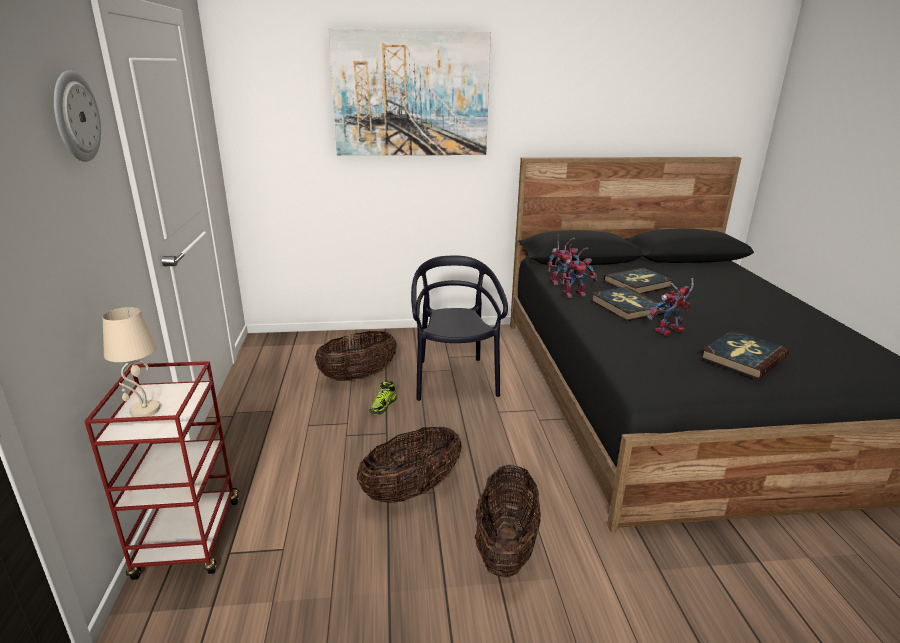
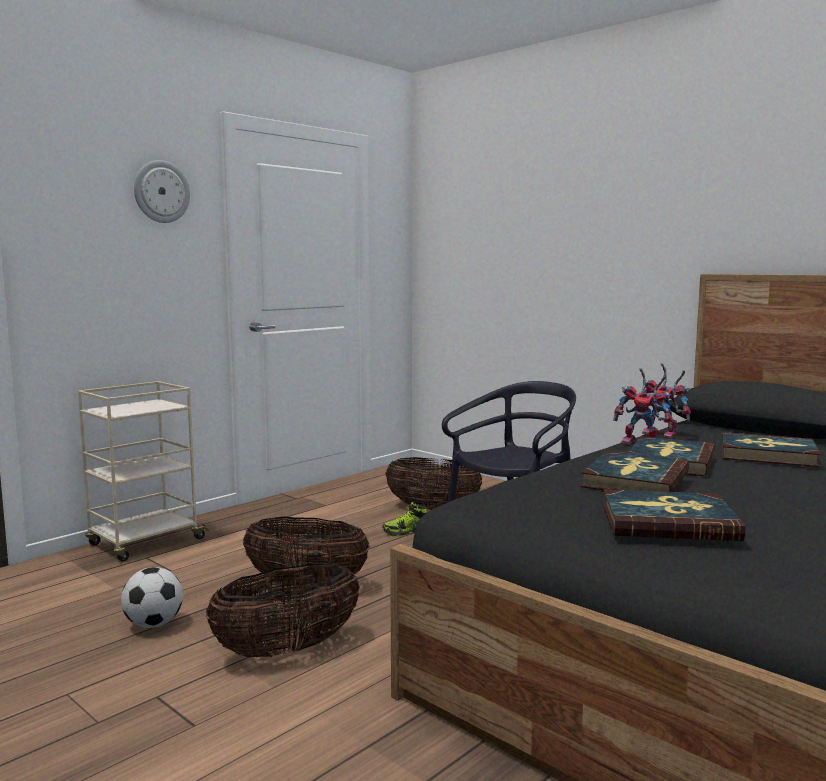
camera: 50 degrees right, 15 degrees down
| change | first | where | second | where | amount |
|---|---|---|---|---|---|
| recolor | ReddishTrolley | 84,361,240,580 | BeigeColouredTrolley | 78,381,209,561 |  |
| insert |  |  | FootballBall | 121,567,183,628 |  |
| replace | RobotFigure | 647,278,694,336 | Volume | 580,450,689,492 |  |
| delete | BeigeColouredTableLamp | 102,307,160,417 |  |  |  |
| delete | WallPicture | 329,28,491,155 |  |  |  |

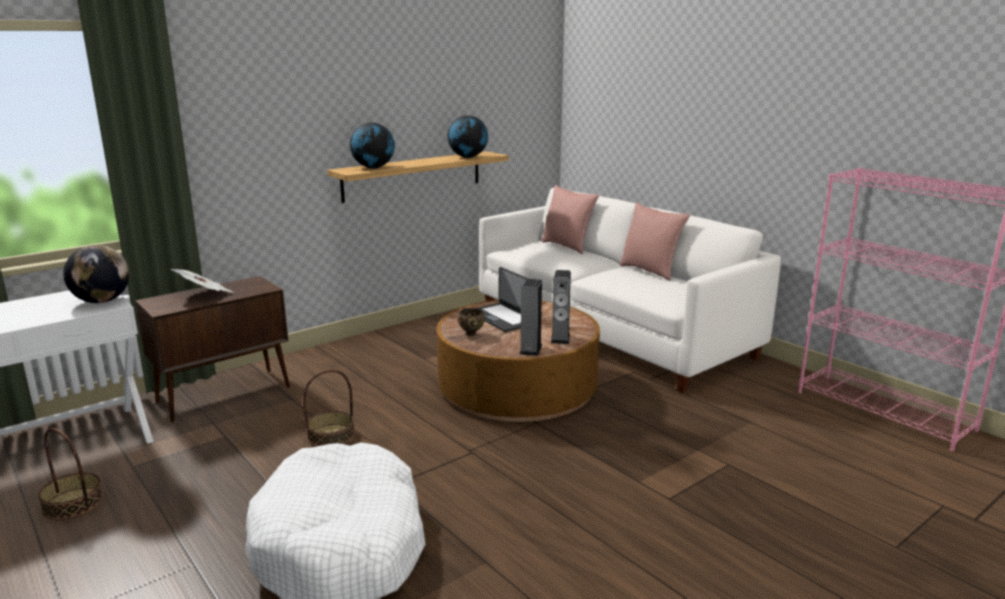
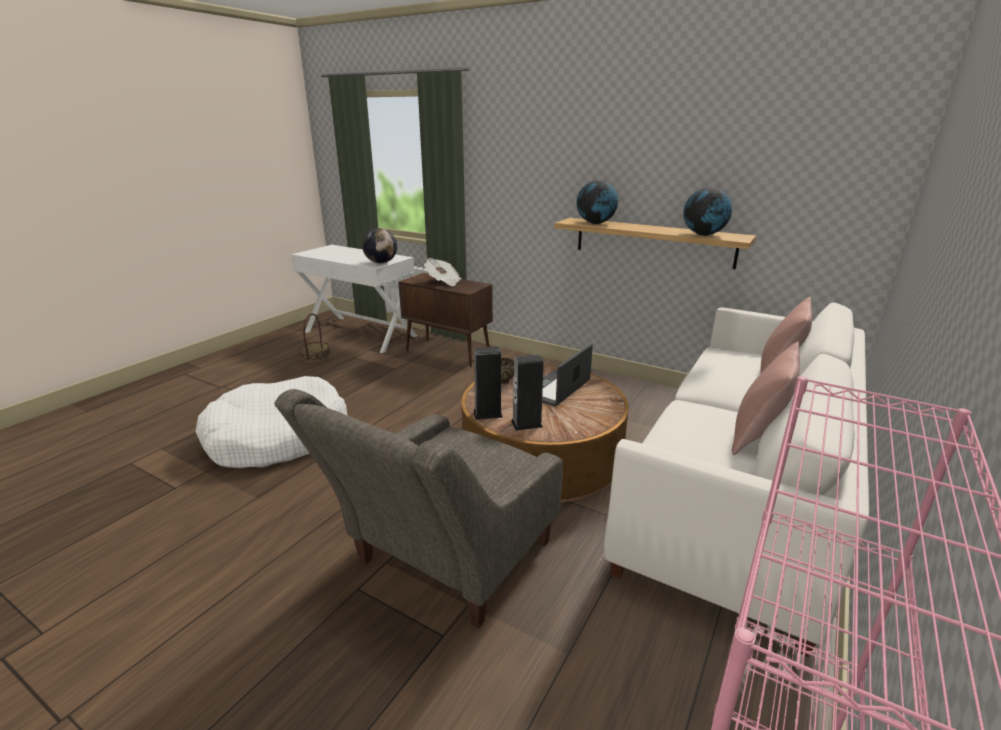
camera: 70 degrees right, 5 degrees up
| change | first | where | second | where | amount |
|---|---|---|---|---|---|
| insert |  |  | GreyishLoungeChair | 275,389,563,628 |  |
| delete | HouseholdBasket | 303,369,355,447 |  |  |  |

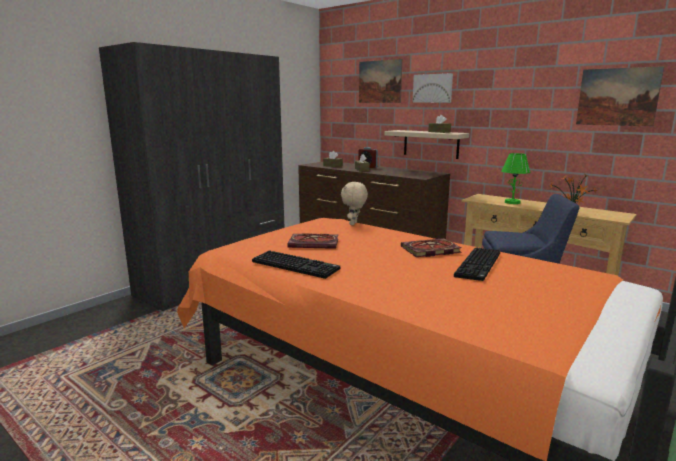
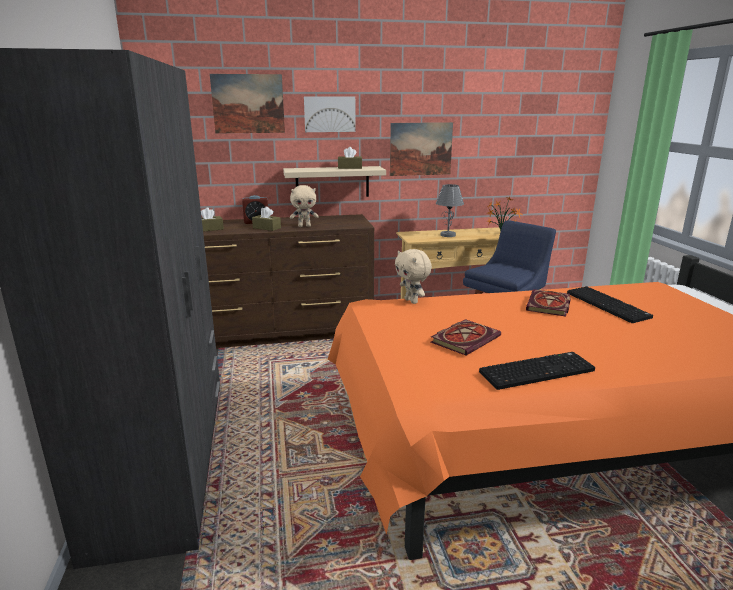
camera: 50 degrees left, 5 degrees up
| change | first | where | second | where | amount |
|---|---|---|---|---|---|
| insert |  |  | BeigeColouredCuddlyToy | 290,185,319,227 |  |
| move | WallPicture | 576,66,664,127 |  | 390,122,453,176 |  |
| recolor | GreenishTableLamp | 502,153,530,204 | GreyishTableLamp | 436,184,464,237 |  |

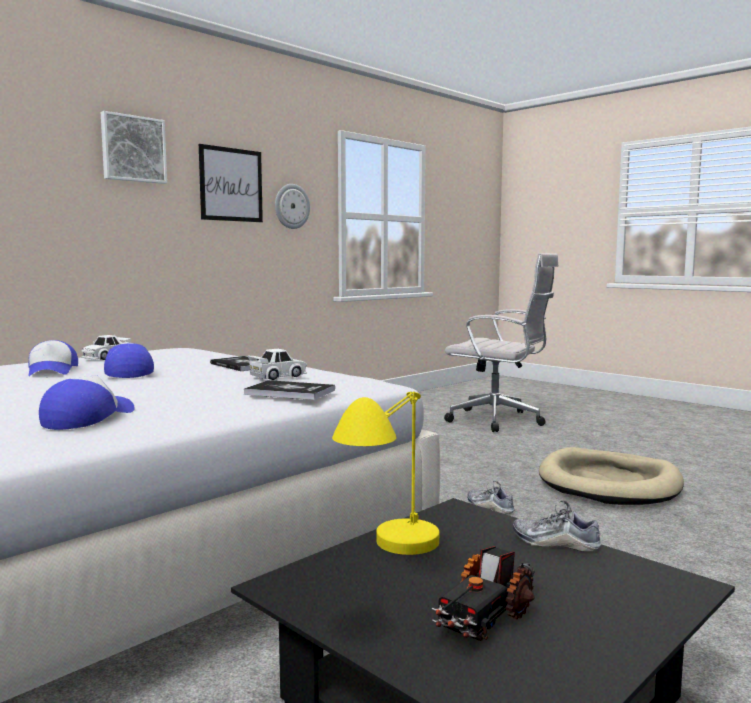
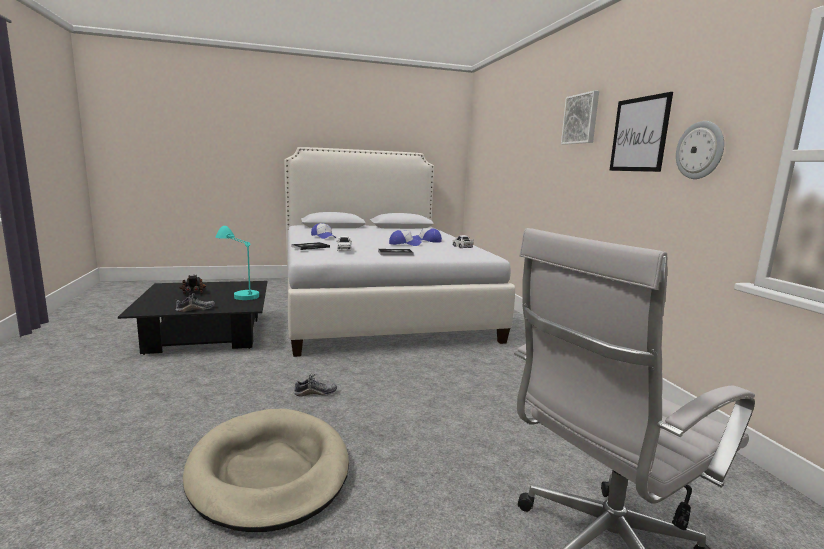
camera: 120 degrees right, 5 degrees up
| change | first | where | second | where | amount |
|---|---|---|---|---|---|
| recolor | YellowishTableLamp | 332,391,439,555 | BlueGreenTableLamp | 215,226,259,300 |  |

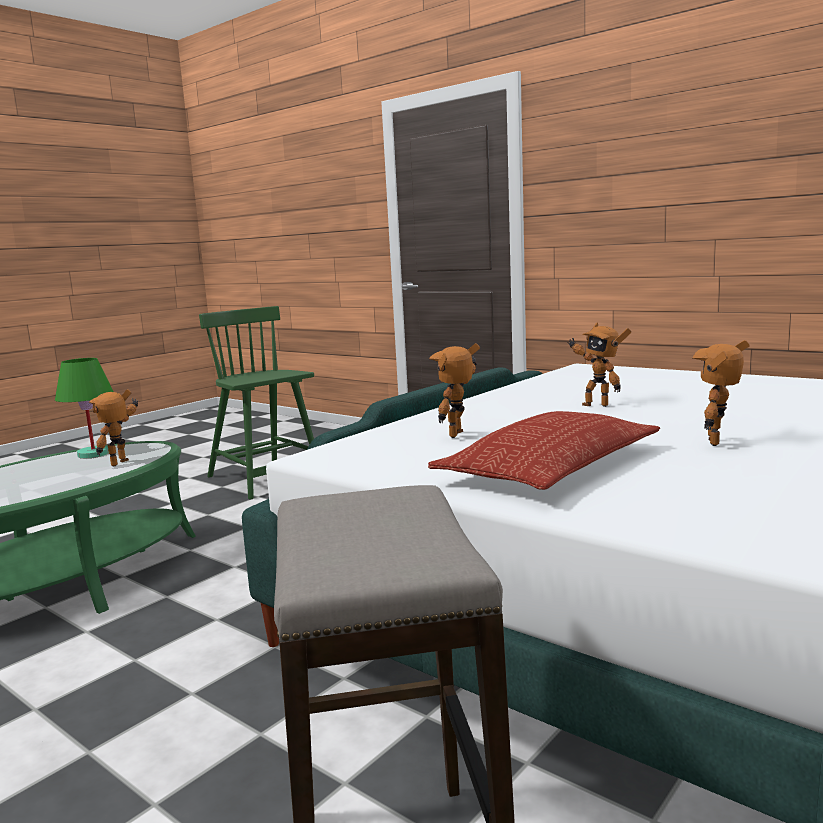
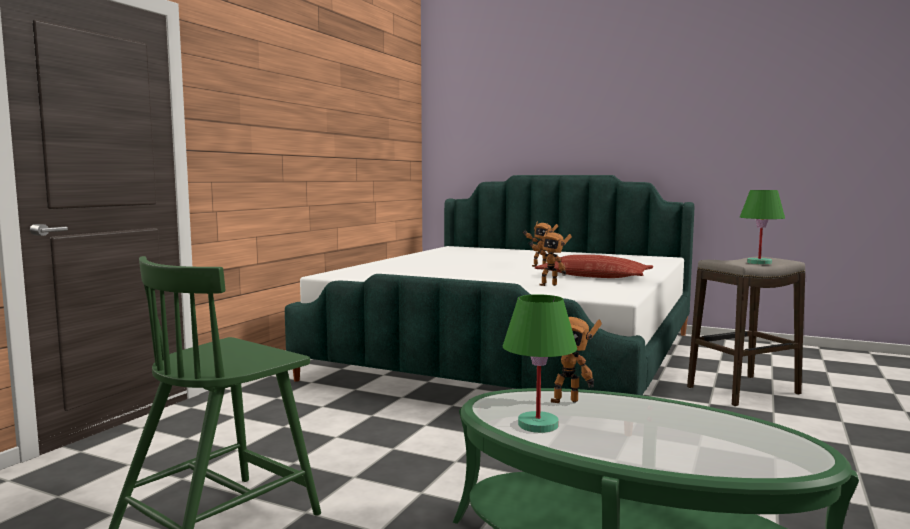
camera: 105 degrees left, 5 degrees down
| change | first | where | second | where | amount |
|---|---|---|---|---|---|
| insert |  |  | GreenishTableLamp | 740,190,785,264 |  |
| delete | RobotFigure | 567,323,631,407 |  |  |  |

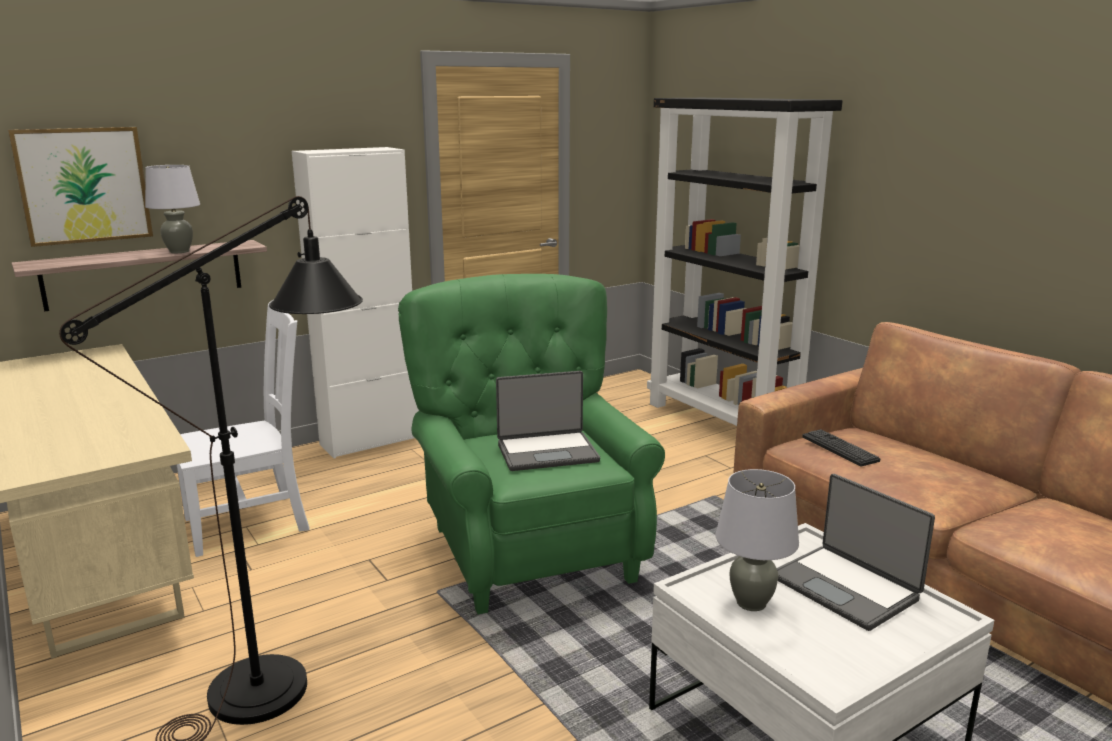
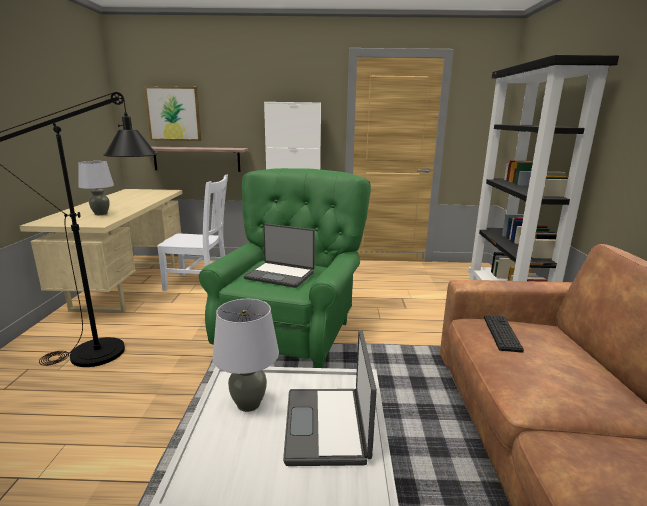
camera: 35 degrees right, 0 degrees up
| change | first | where | second | where | amount |
|---|---|---|---|---|---|
| move | GreyishTableLamp | 145,165,200,253 |  | 79,161,114,215 |  |

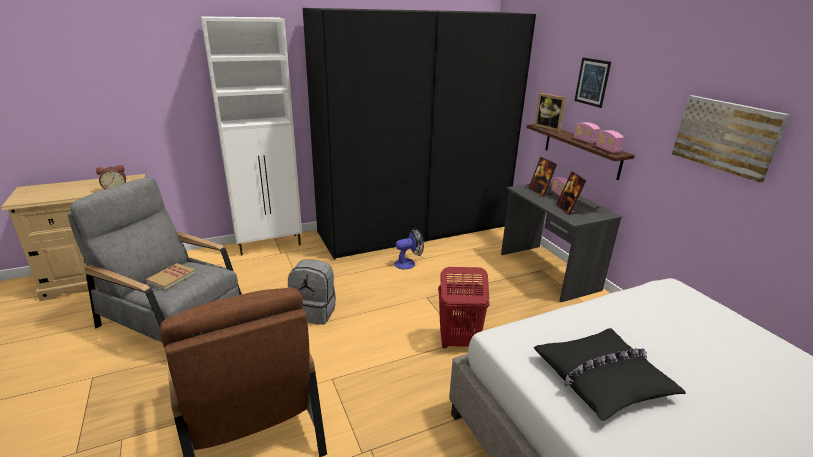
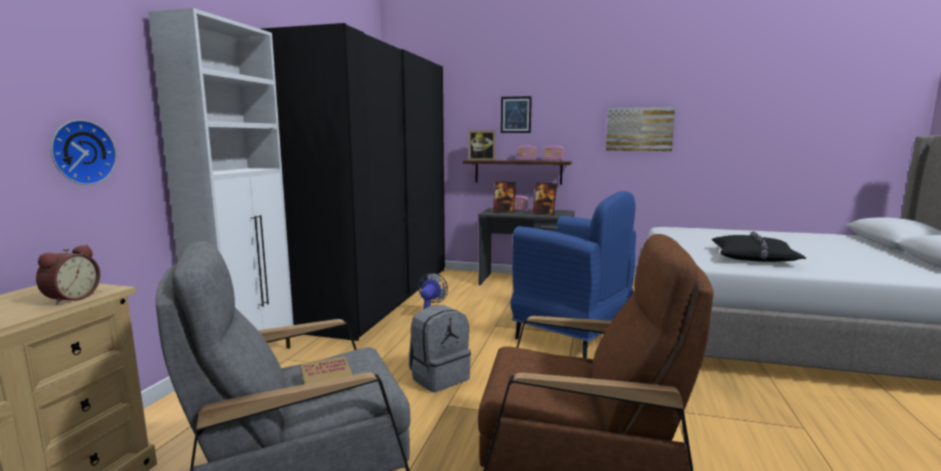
camera: 50 degrees left, 15 degrees down
| change | first | where | second | where | amount |
|---|---|---|---|---|---|
| insert |  |  | HangingClock | 51,120,117,185 |  |
| replace | ReddishHamper | 438,267,490,349 | BluishLoungeChair | 510,191,636,358 |  |

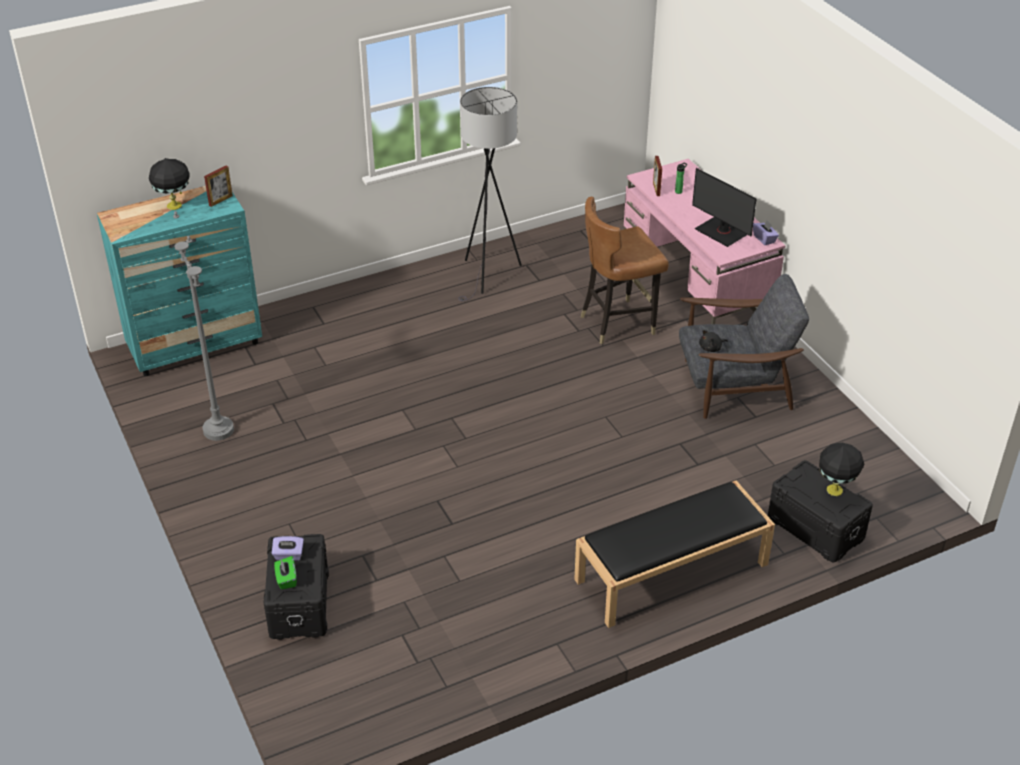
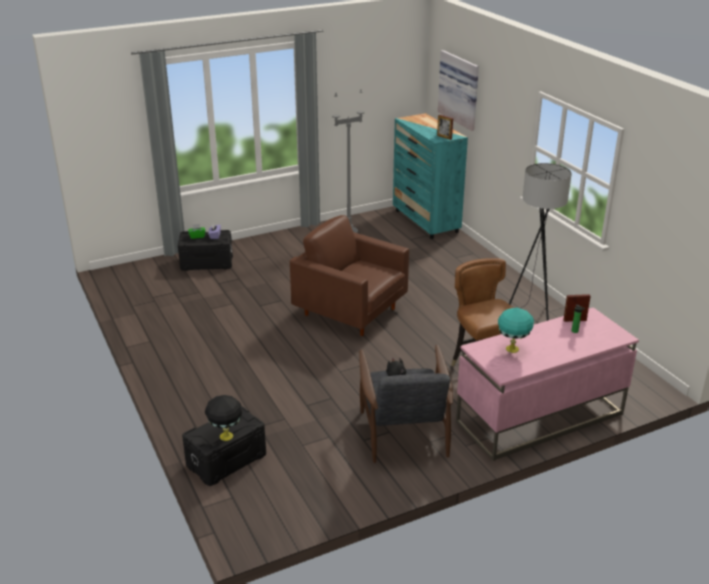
camera: 90 degrees right, 10 degrees down
| change | first | where | second | where | amount |
|---|---|---|---|---|---|
| insert |  |  | BrownishLoungeChair | 290,215,409,336 |  |
| insert |  |  | WallPicture | 438,50,479,131 |  |
| replace | ComputerScreen | 692,168,757,247 | BlueGreenTableLamp | 498,307,534,353 |  |
| delete | BlackishTableLamp | 149,158,190,210 |  |  |  |
| delete | BlackishLongSeat | 574,480,775,628 |  |  |  |
| delete | PurpleBoxOfTissues | 753,220,779,245 |  |  |  |

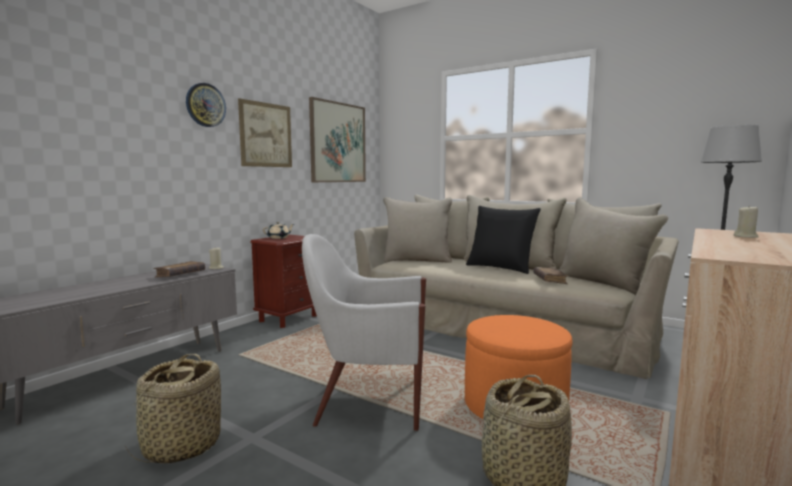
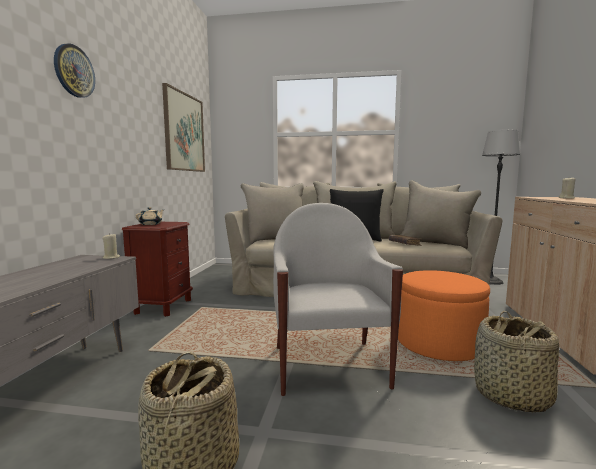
camera: 25 degrees left, 0 degrees up
| change | first | where | second | where | amount |
|---|---|---|---|---|---|
| rotate | WhitishLoungeChair | 302,234,426,431 |  | 273,203,403,396 | 105 degrees clockwise |
| delete | BrownishVolume | 154,261,205,278 |  |  |  |
| delete | WallPicture | 238,98,292,167 |  |  |  |

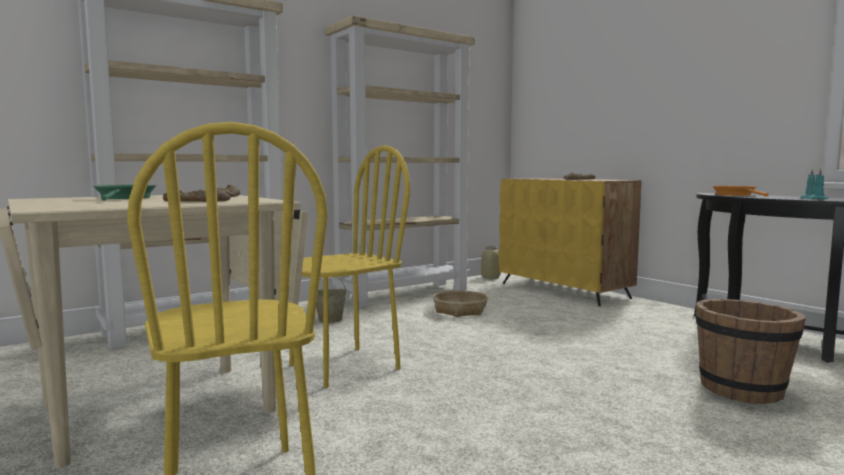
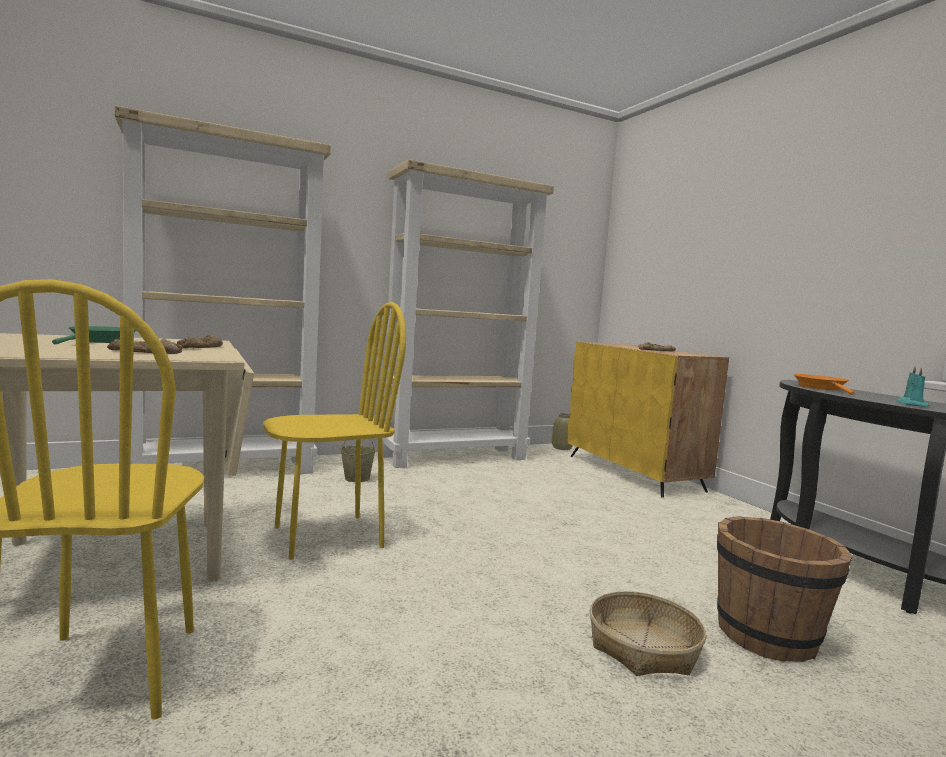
camera: 10 degrees right, 0 degrees up
| change | first | where | second | where | amount |
|---|---|---|---|---|---|
| move | HouseholdBasket | 433,290,488,317 |  | 590,591,707,676 |  |

